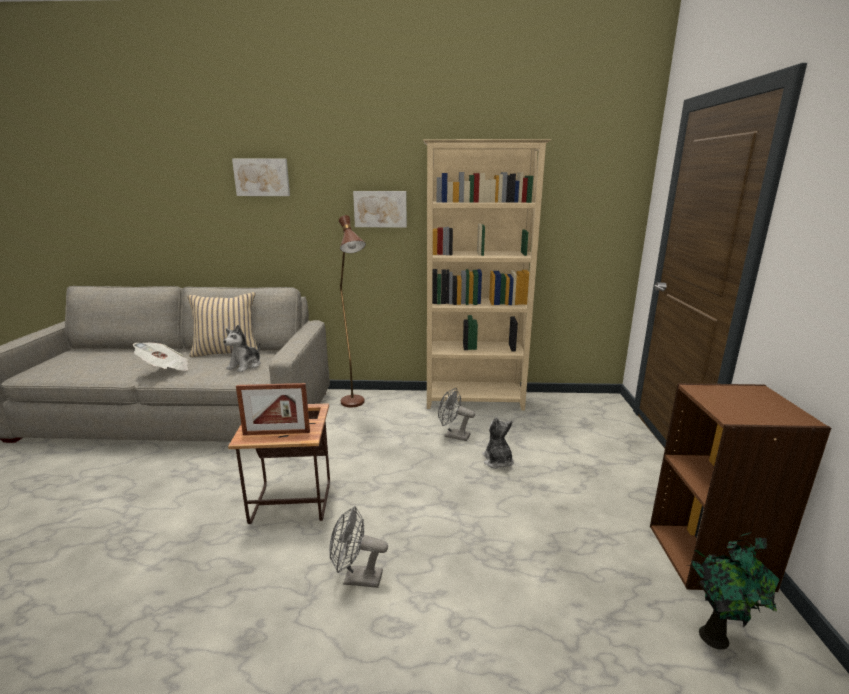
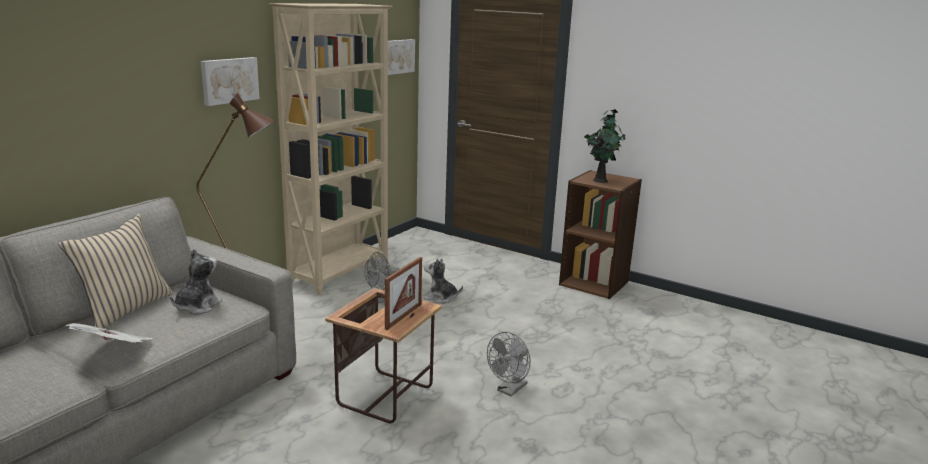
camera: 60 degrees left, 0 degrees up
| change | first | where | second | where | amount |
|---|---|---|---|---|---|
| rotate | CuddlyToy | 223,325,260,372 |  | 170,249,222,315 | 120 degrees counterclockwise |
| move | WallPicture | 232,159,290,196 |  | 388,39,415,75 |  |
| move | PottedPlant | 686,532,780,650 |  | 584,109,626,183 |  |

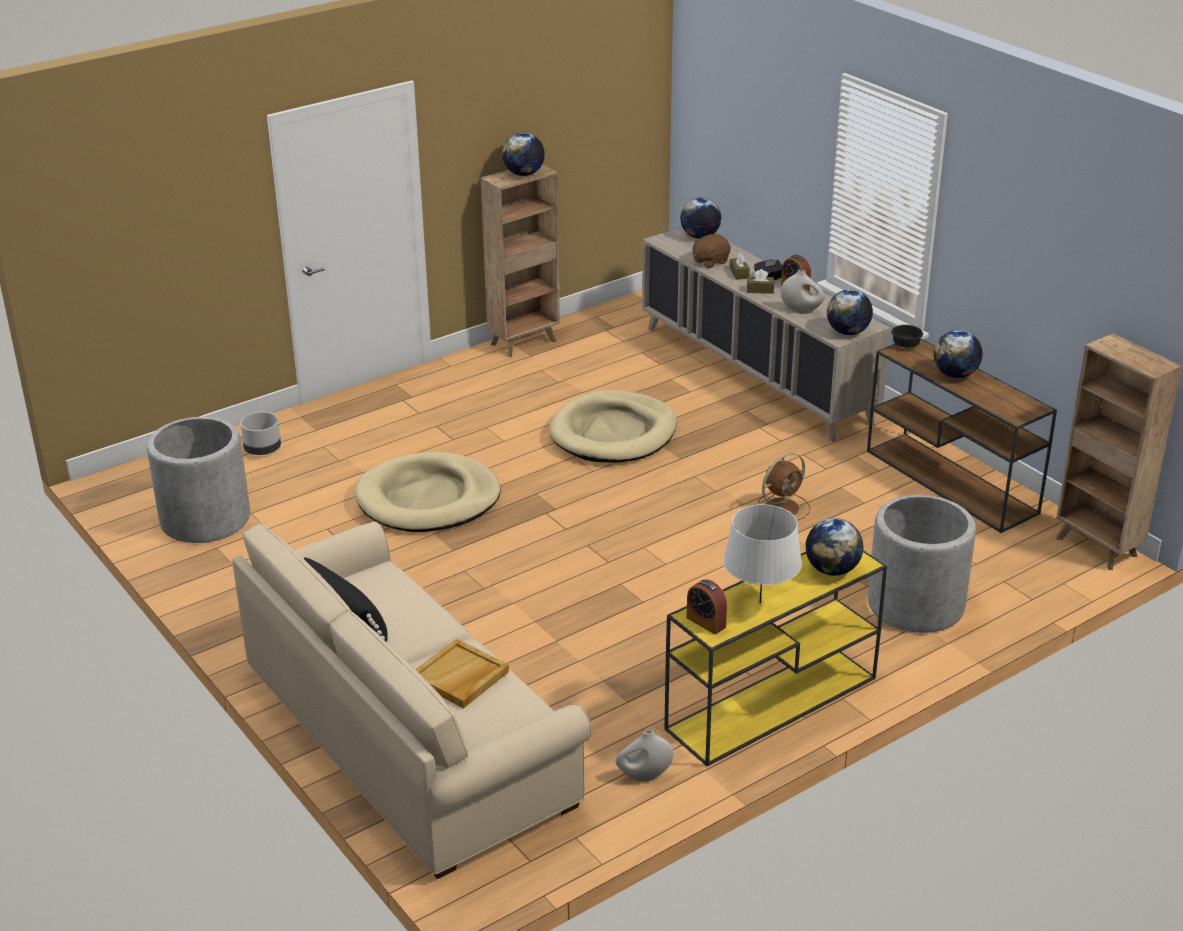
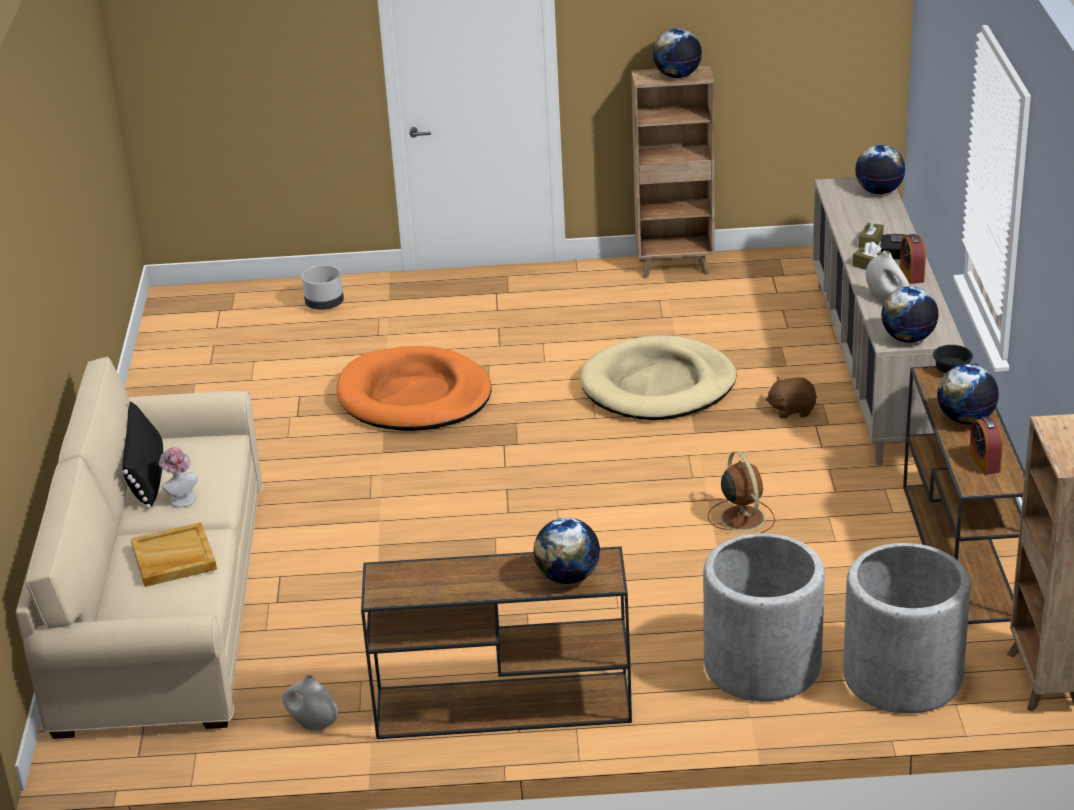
camera: 35 degrees right, 0 degrees up
| change | first | where | second | where | amount |
|---|---|---|---|---|---|
| insert |  |  | ClothingHat | 159,447,198,507 |  |
| recolor | BeigeColouredDogCushion | 355,452,501,532 | OrangeColouredDogCushion | 336,346,492,431 |  |
| recolor | YellowishConsoleTable | 664,550,887,767 | BrownishConsoleTable | 361,546,632,739 |  |
| rotate | BrownishFan | 758,453,810,521 |  | 708,451,775,533 | 105 degrees counterclockwise |
| move | BrownishCuddlyToy | 692,234,731,268 |  | 765,377,817,418 |  |
| move | GreyishFlowerPot | 147,417,250,543 |  | 843,543,971,714 |  |
| move | BedsideClock | 686,579,727,635 |  | 969,416,1003,475 |  |
| delete | WhitishTableLamp | 723,504,802,604 |  |  |  |

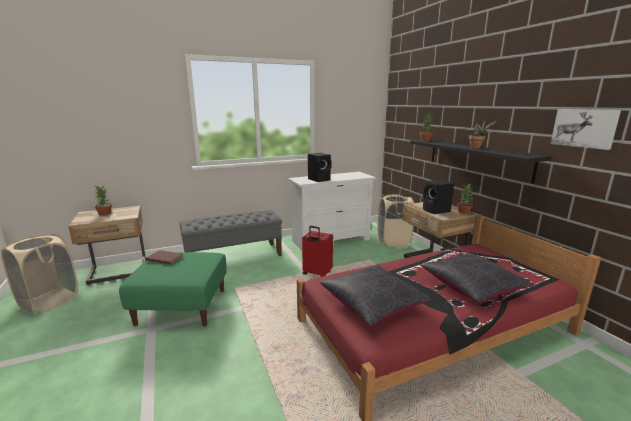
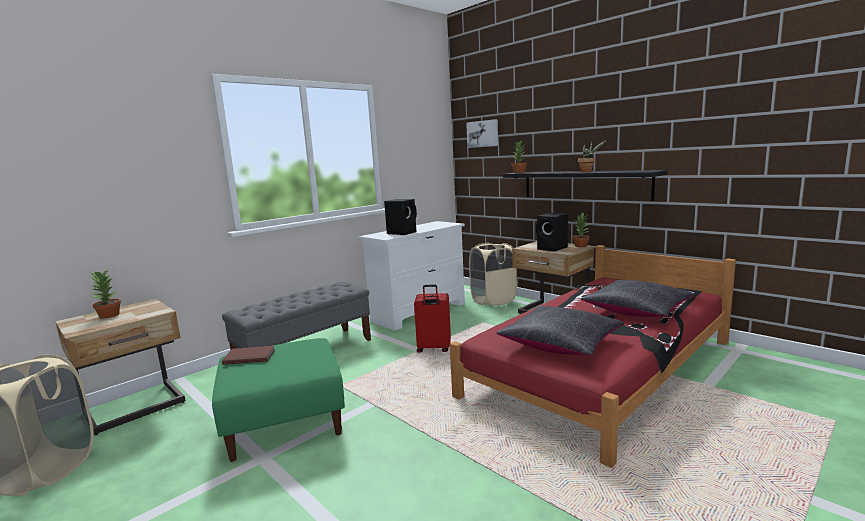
camera: 20 degrees left, 5 degrees down
| change | first | where | second | where | amount |
|---|---|---|---|---|---|
| move | WallPicture | 550,109,621,150 |  | 466,119,498,148 |  |

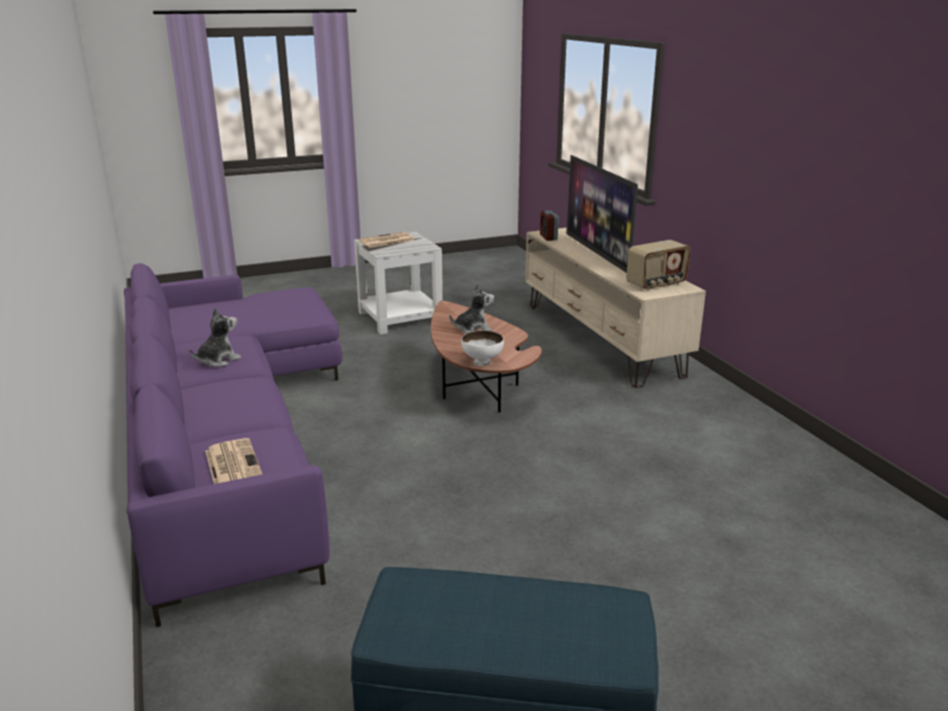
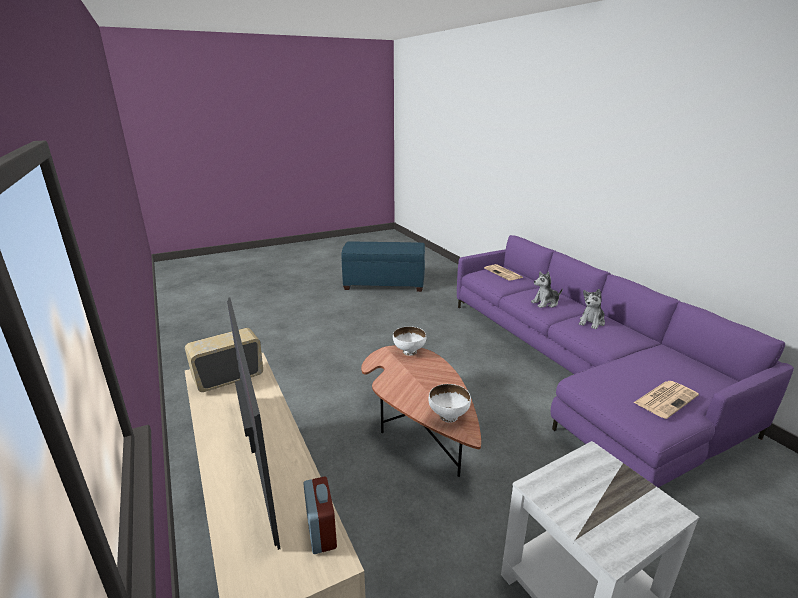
camera: 175 degrees right, 0 degrees up
| change | first | where | second | where | amount |
|---|---|---|---|---|---|
| insert |  |  | WhitishDeepDish | 428,384,471,423 |  |
| move | CuddlyToy | 449,283,495,334 |  | 531,271,563,308 |  |
| move | DailyPaper | 359,232,414,248 |  | 633,381,699,419 |  |

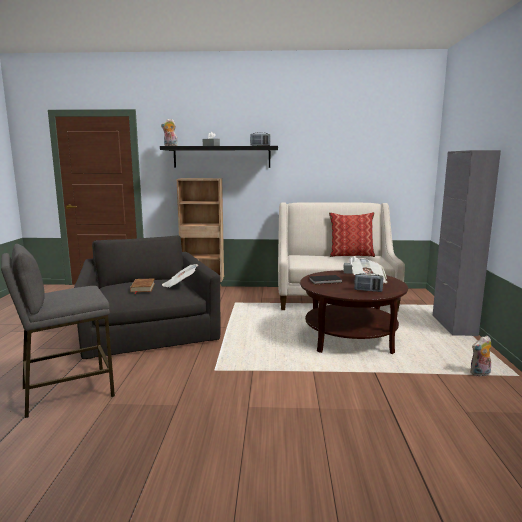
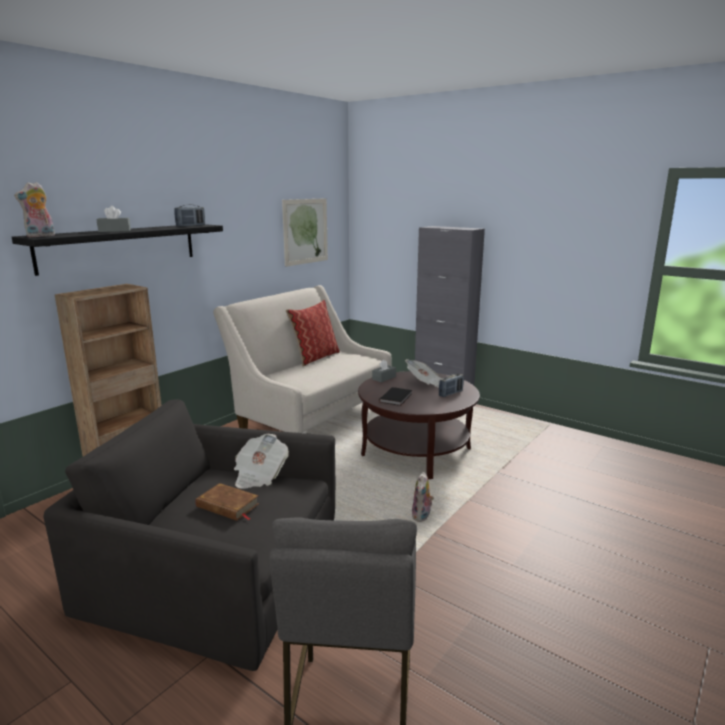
camera: 55 degrees left, 5 degrees up
| change | first | where | second | where | amount |
|---|---|---|---|---|---|
| insert |  |  | WallPicture | 282,198,328,267 |  |
| move | CuddlyToy | 470,336,491,377 |  | 412,472,434,522 |  |

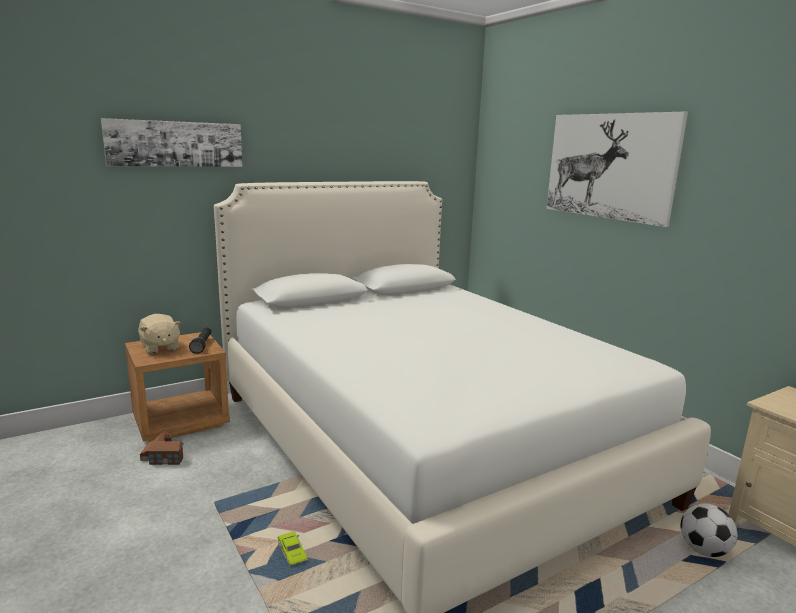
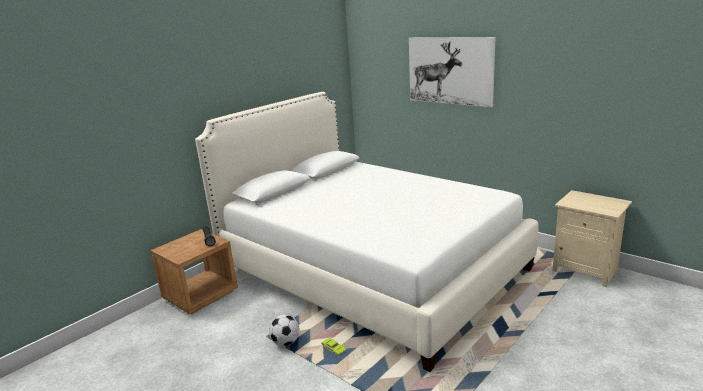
camera: 15 degrees left, 5 degrees up
| change | first | where | second | where | amount |
|---|---|---|---|---|---|
| move | FootballBall | 680,503,737,557 |  | 269,315,300,346 |  |
| delete | WallPicture | 101,118,242,167 |  |  |  |
| delete | BeigeColouredCuddlyToy | 138,314,181,354 |  |  |  |
| delete | ModelHouse | 140,429,184,465 |  |  |  |

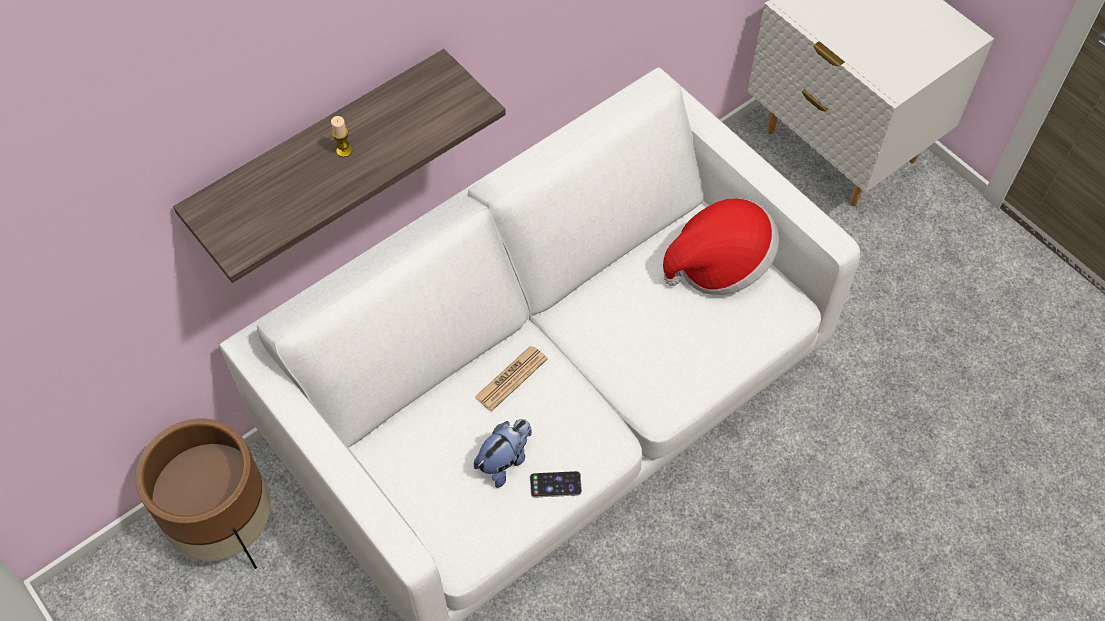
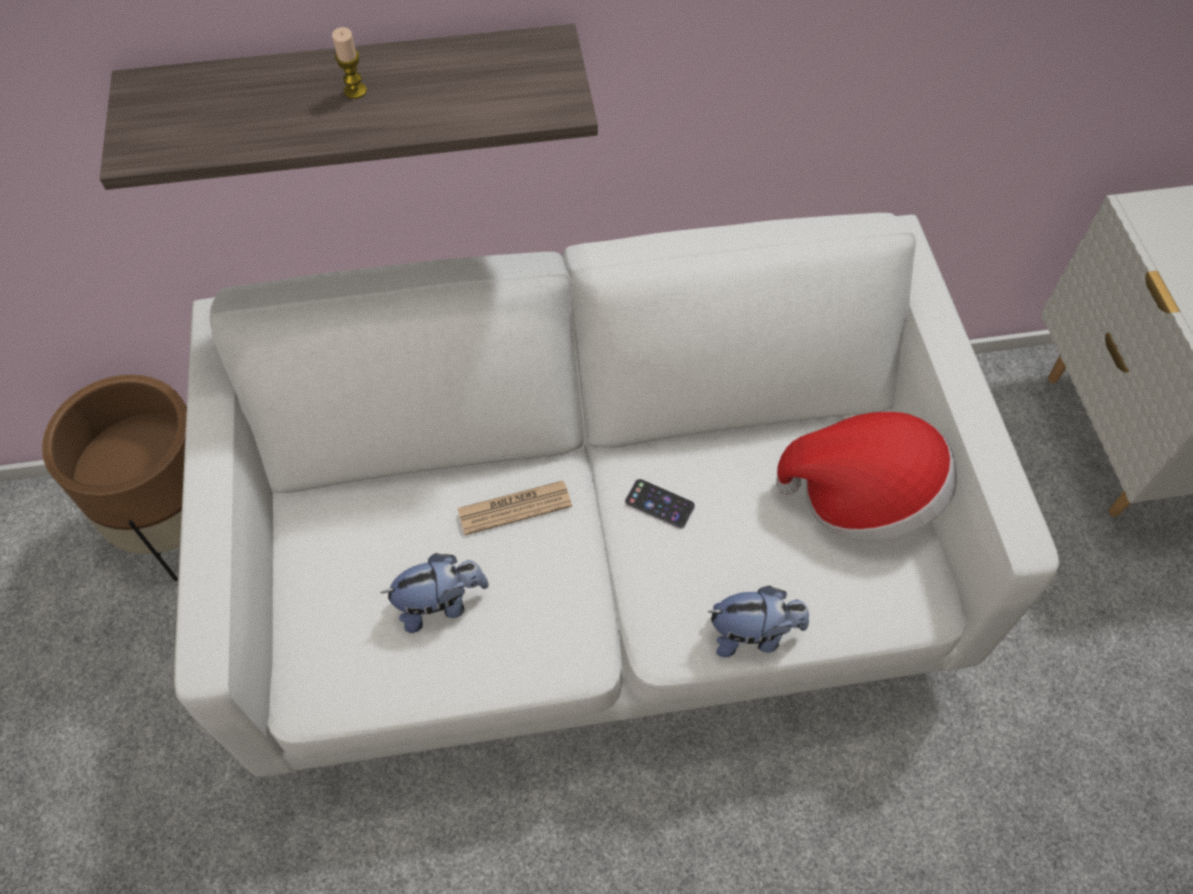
camera: 30 degrees right, 0 degrees up
| change | first | where | second | where | amount |
|---|---|---|---|---|---|
| move | Handset | 530,471,582,498 |  | 625,479,695,529 |  |
| insert |  |  | CuddlyToy | 708,586,809,657 |  |

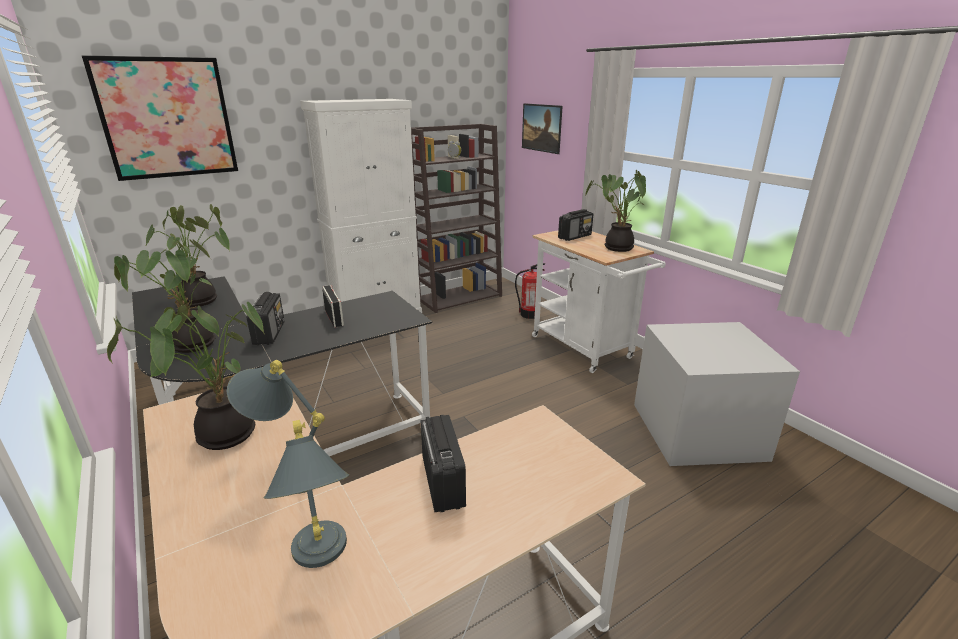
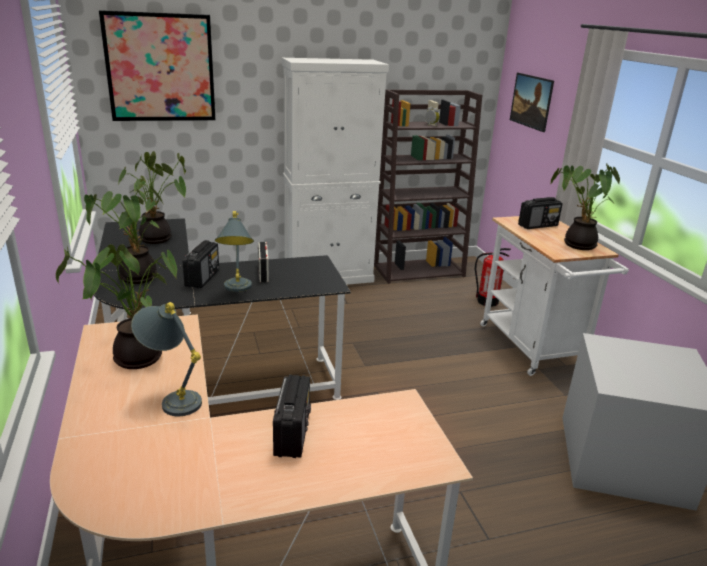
camera: 15 degrees right, 0 degrees up
| change | first | where | second | where | amount |
|---|---|---|---|---|---|
| move | GreyishTableLamp | 264,420,349,568 |  | 215,211,254,292 |  |

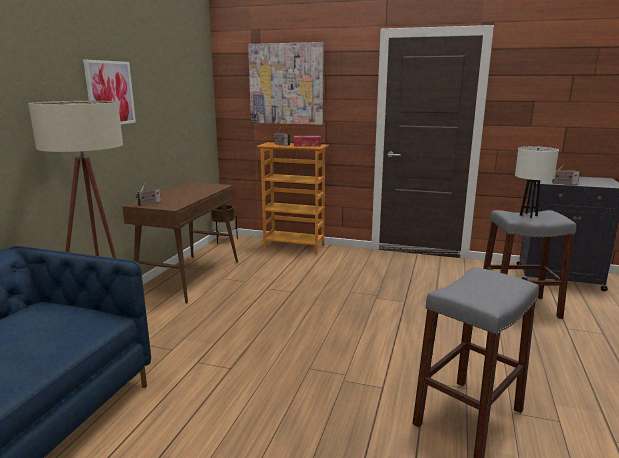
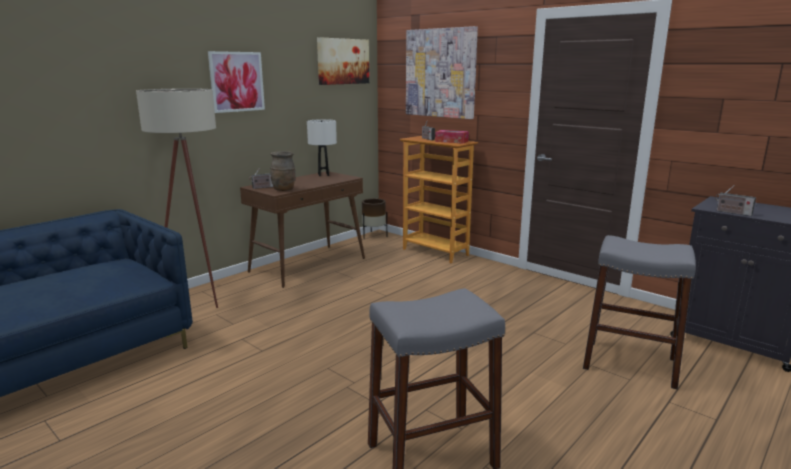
camera: 25 degrees right, 0 degrees up
| change | first | where | second | where | amount |
|---|---|---|---|---|---|
| insert |  |  | BrownishDecorativeVase | 270,151,296,191 |  |
| move | WhitishTableLamp | 515,146,559,218 |  | 307,119,337,176 |  |
| insert |  |  | WallPicture | 317,37,369,85 |  |

